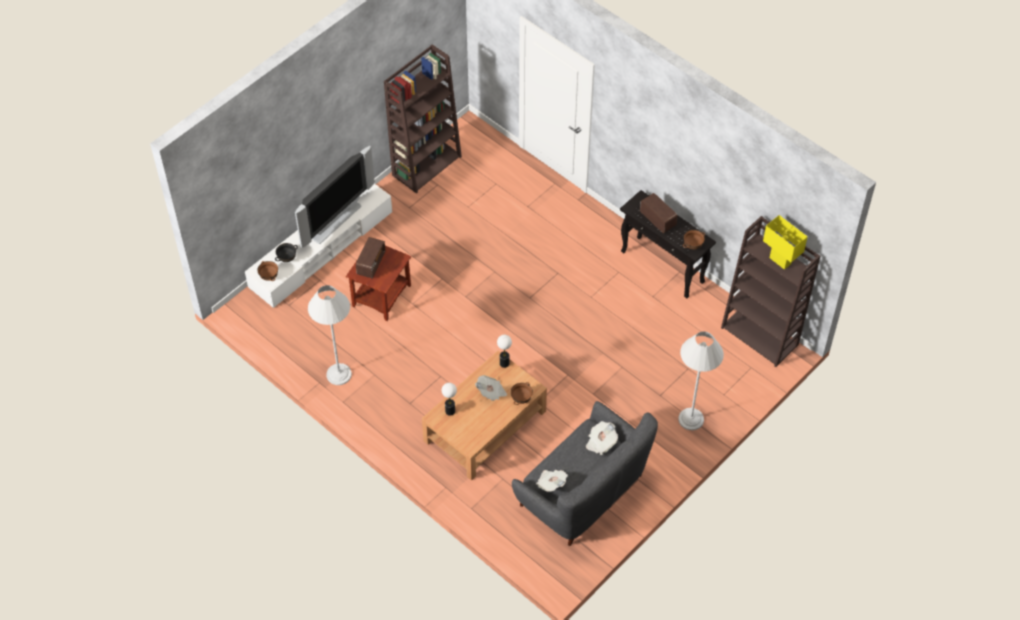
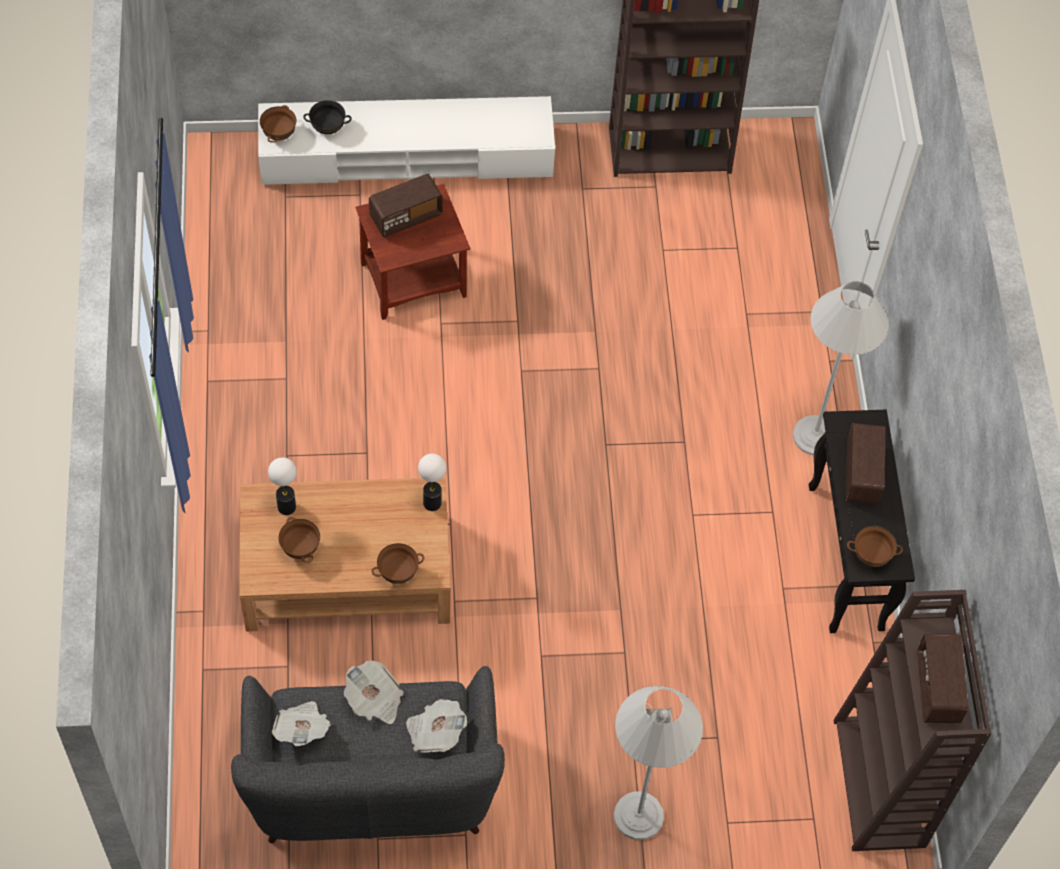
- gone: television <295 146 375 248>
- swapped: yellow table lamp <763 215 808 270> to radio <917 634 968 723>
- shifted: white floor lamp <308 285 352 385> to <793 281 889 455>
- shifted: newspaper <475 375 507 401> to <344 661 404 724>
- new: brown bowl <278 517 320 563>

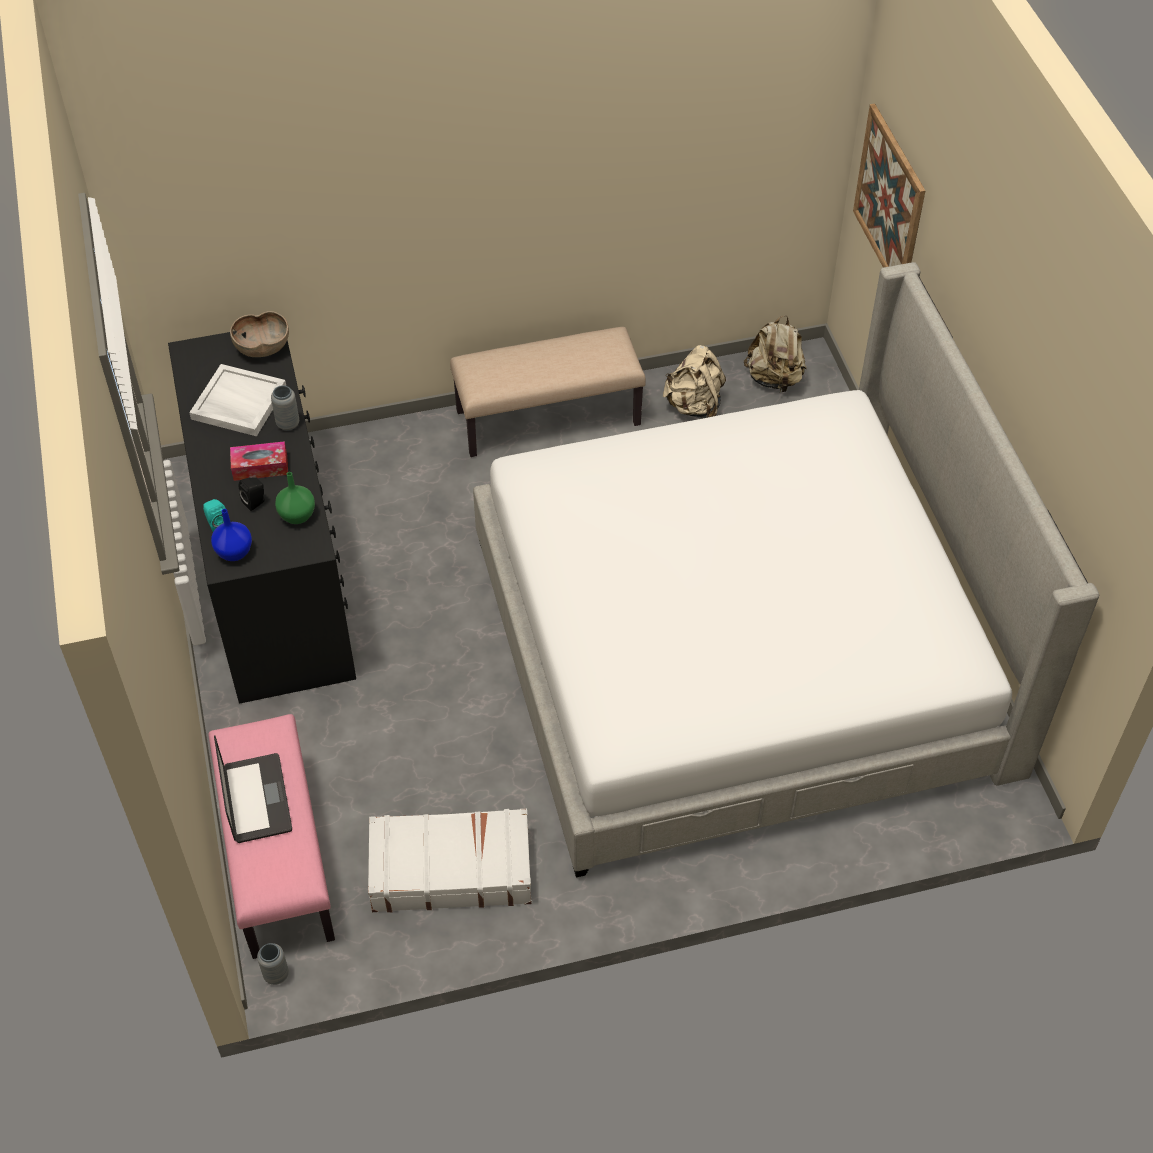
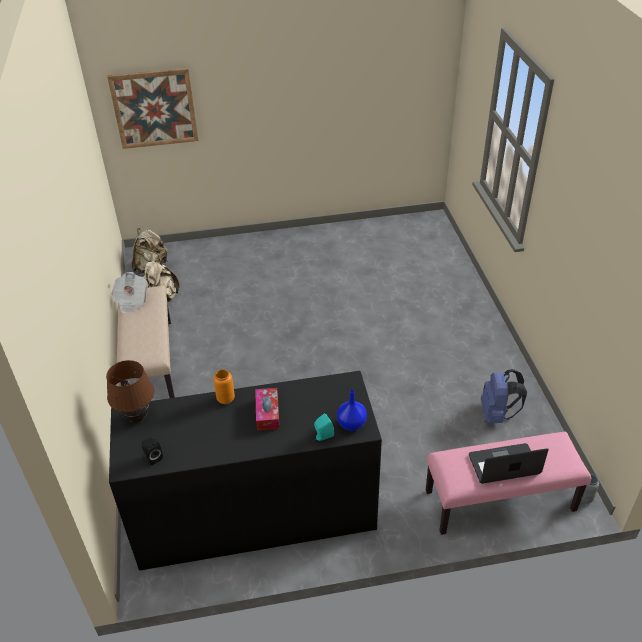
- gone: bed <473 262 1099 878>
- swapped: brown bowl <230 311 289 357> to brown table lamp <106 360 154 423>
- gone: white tray <189 364 286 436>
- repainted: grey vase <271 385 299 431> to orange vase <213 369 235 404>
- gone: green vase <275 472 315 524>
- shifted: black speaker <239 477 265 511> to <142 438 163 465>
- swapped: white suitcase <368 808 532 912> to blue backpack <481 369 527 423>
- new: newspaper <111 272 148 314>

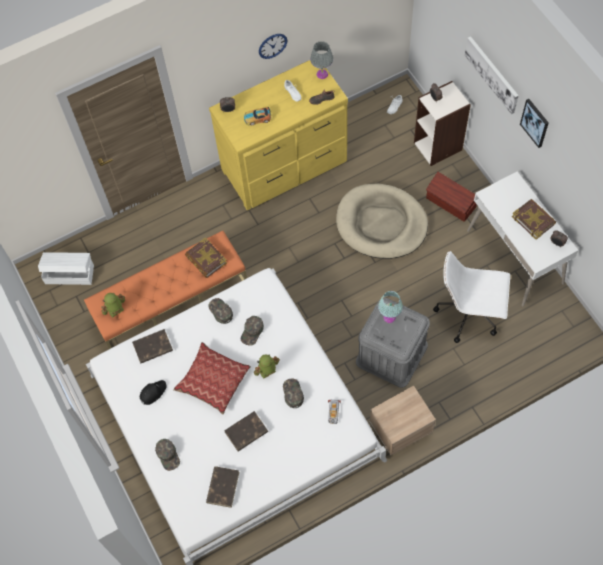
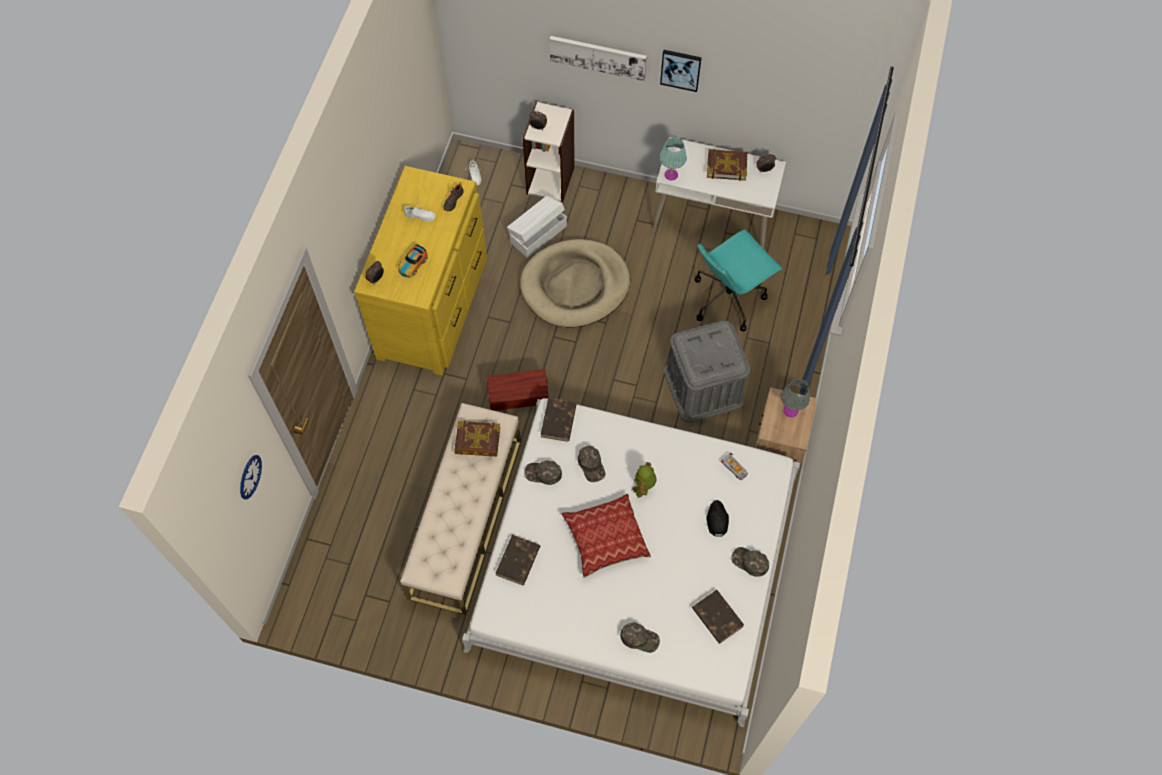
- shifted: wall clock <259 34 287 59> to <240 455 262 500>
- shifted: grey table lamp <310 41 333 79> to <781 379 810 418>
- shifted: brown storage box <426 172 477 222> to <486 369 548 411>
- repainted: orange bench <84 230 247 349> to beige bench <400 403 521 615>
- repainted: white office chair <433 251 510 343> to turquoise office chair <695 230 782 331>
- shifted: white storage box <38 252 94 285> to <507 196 567 258>
- shifted: turquoise table lamp <378 291 403 323> to <660 137 687 181>
- gone: toy robot <101 293 125 317>
- shifted: green cap <283 378 304 408> to <731 547 769 577>
- shifted: black cap <140 380 166 405> to <706 500 729 537>
- shifted: brown book <224 411 268 451> to <541 398 577 442>

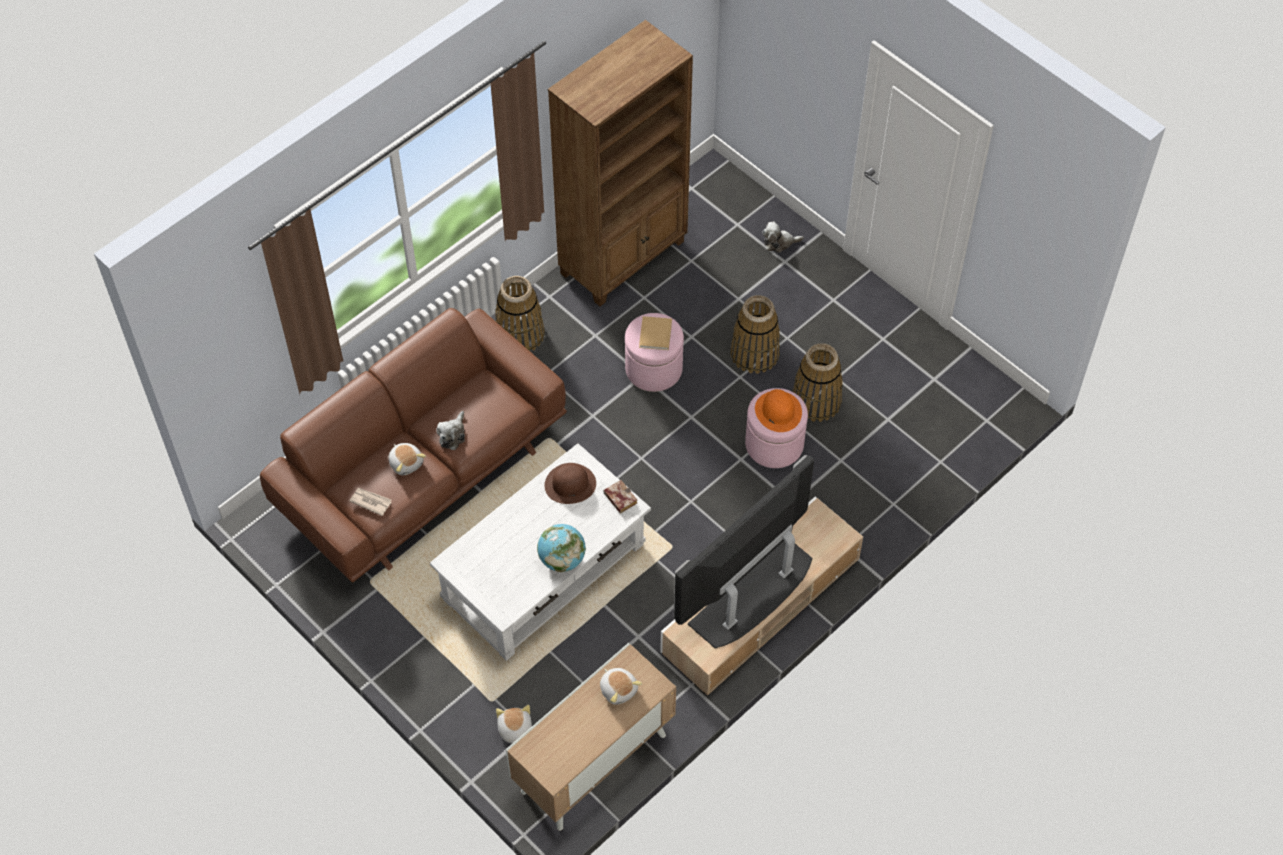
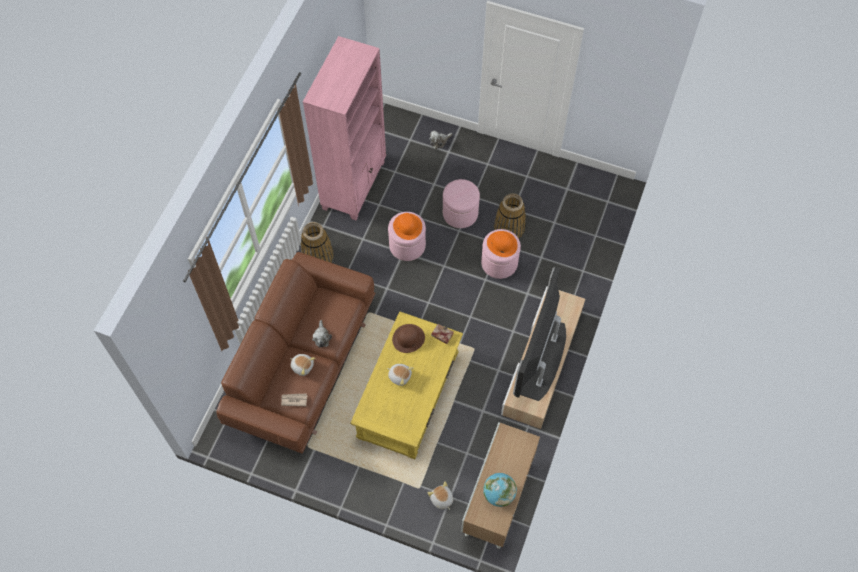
- repainted: brown bookcase <548 20 693 306> to pink bookcase <303 36 386 220>
- swapped: basket <730 295 780 374> to pink ottoman <443 179 480 228>
- swapped: beige book <639 316 672 350> to orange hat <393 213 422 240>
- repainted: white coffee table <430 443 651 661> to yellow coffee table <350 311 463 459>
- shifted: globe <537 524 586 572> to <483 473 517 507>
- shifted: plush toy <600 668 642 705> to <387 364 414 386>

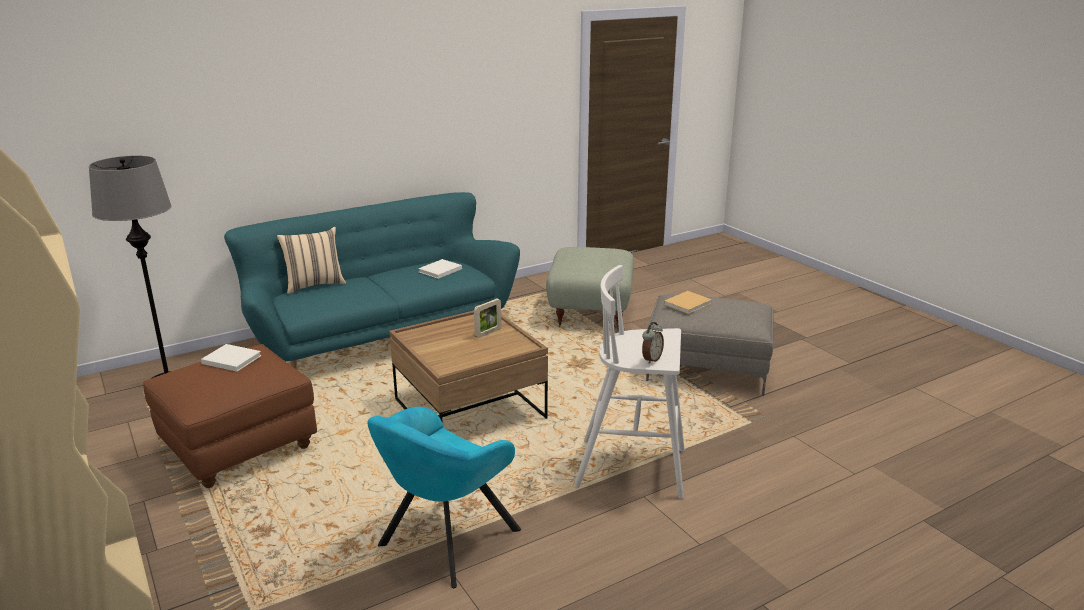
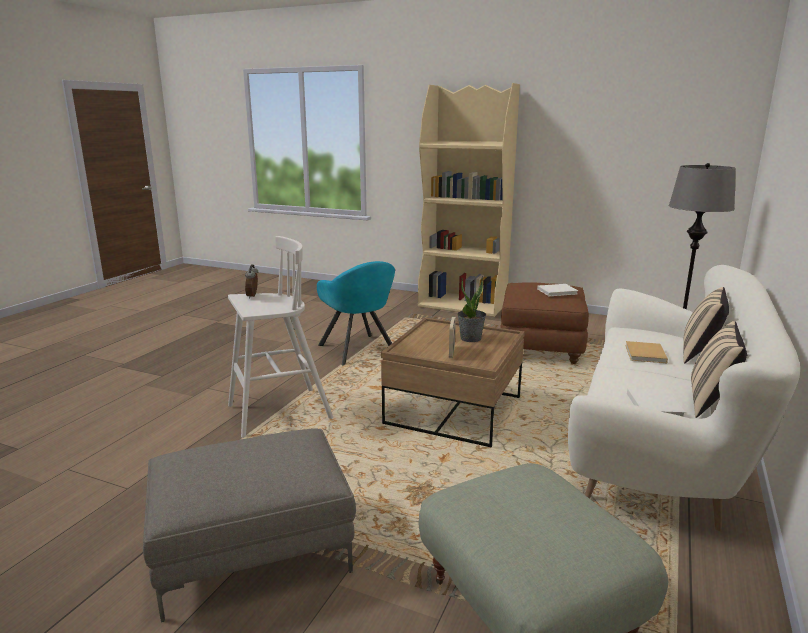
- repainted: turquoise sofa <224 192 520 369> to white sofa <568 265 800 531>
- shifted: beige book <664 291 712 314> to <625 341 668 363>
- rotated: turquoise armchair <367 407 521 588> = <317 261 395 365> 150 degrees clockwise
- new: potted plant <457 276 486 342>
- new: beige pillow <691 321 747 418>

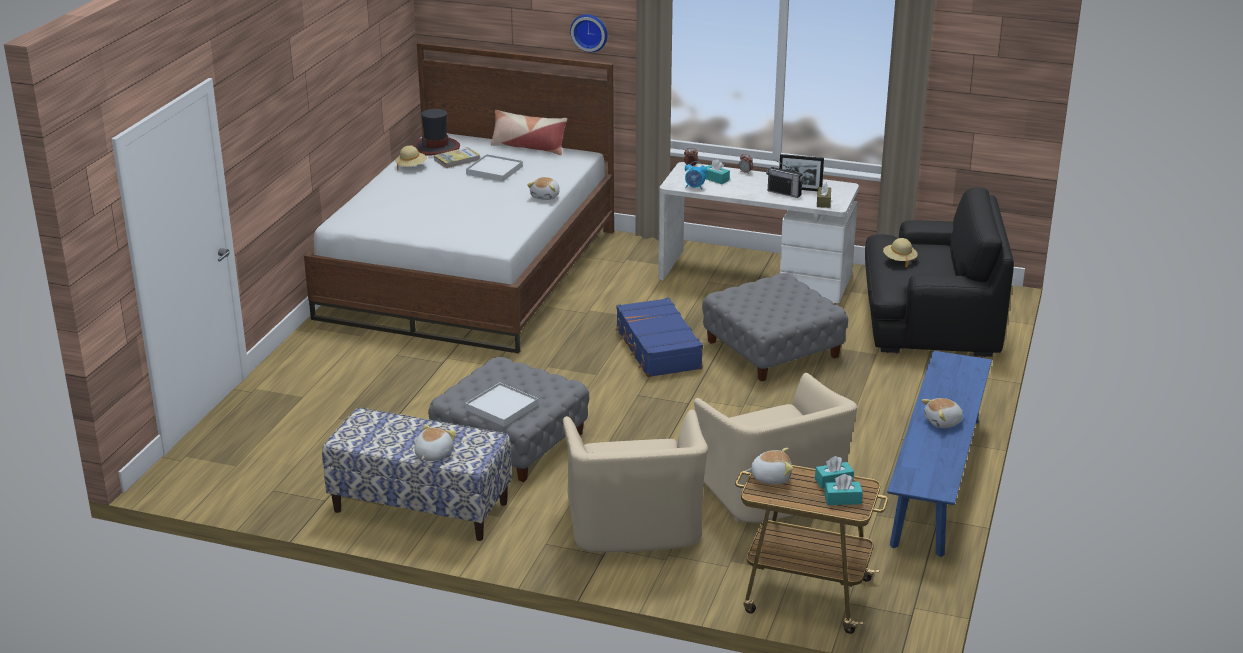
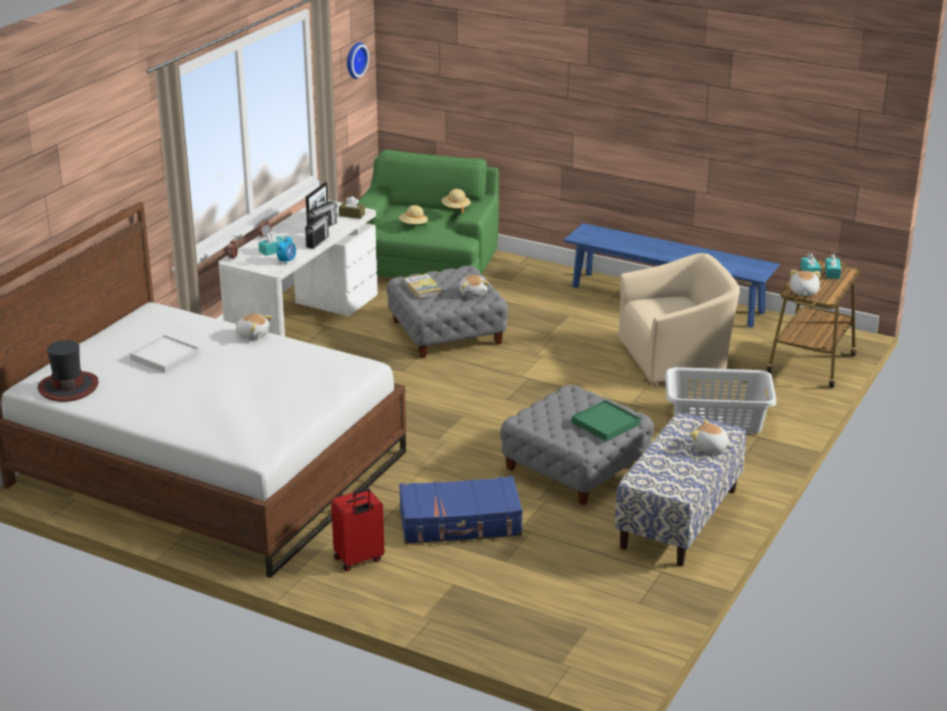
- shifted: wall clock <570 14 607 52> to <347 42 369 79>
- gone: pillow <491 110 567 155>
- shifted: beige hat <395 146 427 170> to <441 189 471 213>
- shifted: book <434 147 480 168> to <404 274 442 298>
- repainted: black armchair <865 187 1014 357> to green armchair <357 150 499 278>
- shifted: blue suitcase <615 298 703 377> to <399 476 522 544>
- repainted: white tray <465 383 539 427> to green tray <572 400 641 441>
- shifted: plush toy <921 398 964 428> to <459 275 489 297>
- swapped: beige armchair <563 410 708 552> to grey laundry basket <665 367 777 434>
- new: radio <305 214 329 249>
- new: red suitcase <331 488 384 571>

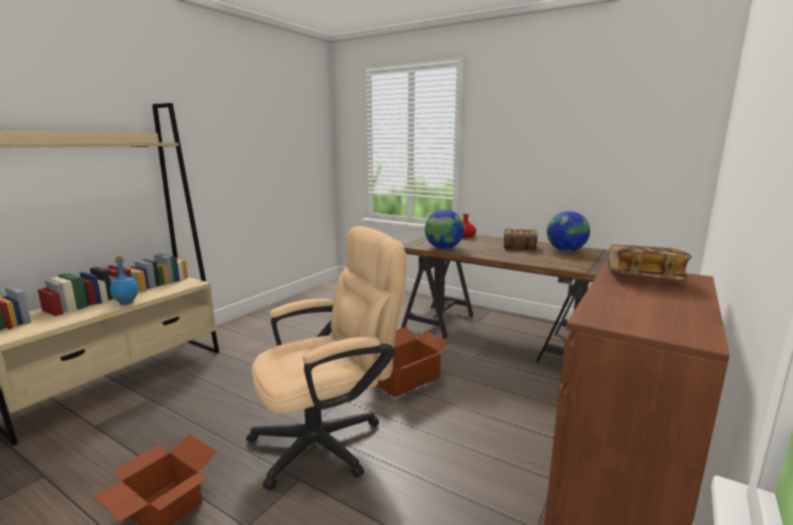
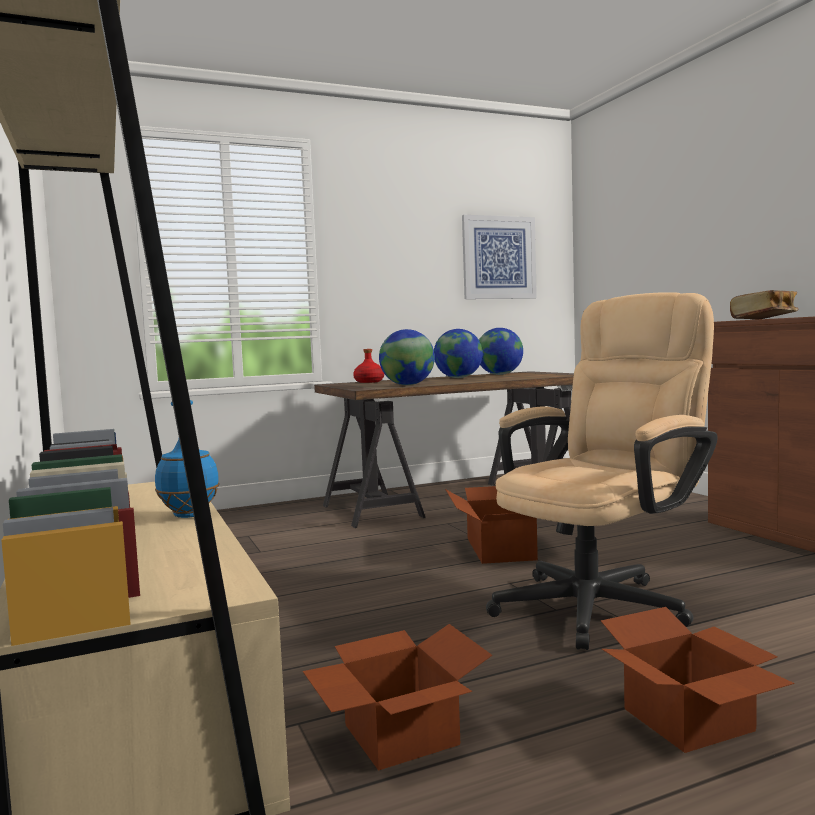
- rotated: beige office chair <246 226 407 490> = <486 292 718 650> 45 degrees clockwise
- swapped: book <504 229 538 250> to globe <434 329 483 378>
- new: picture <462 215 537 299>
- new: cardboard box <303 624 492 771>

